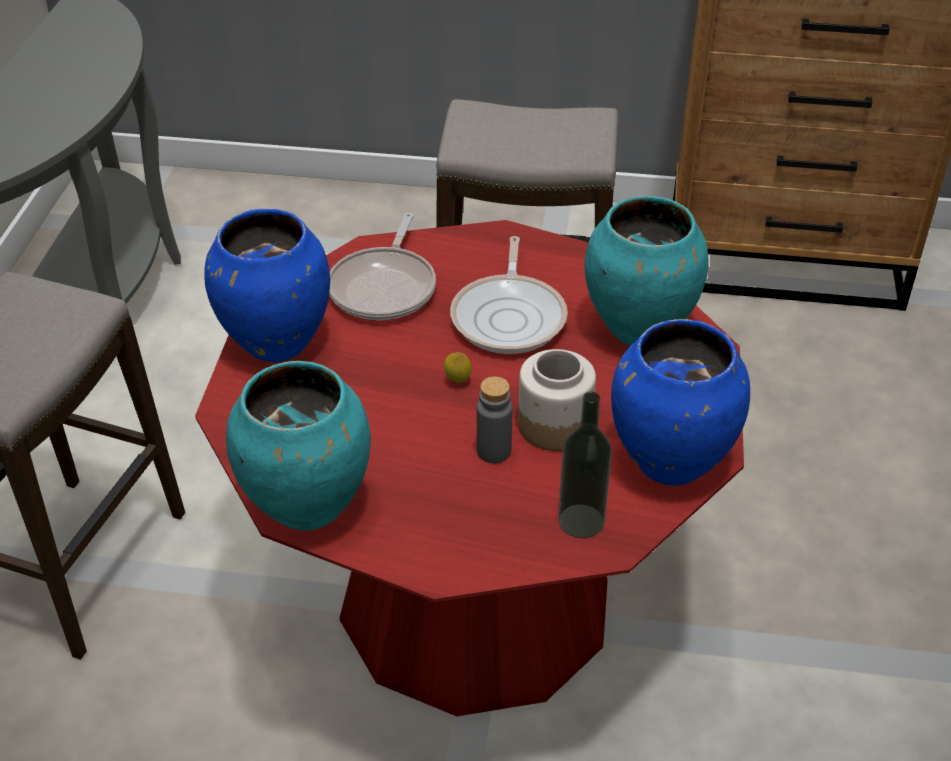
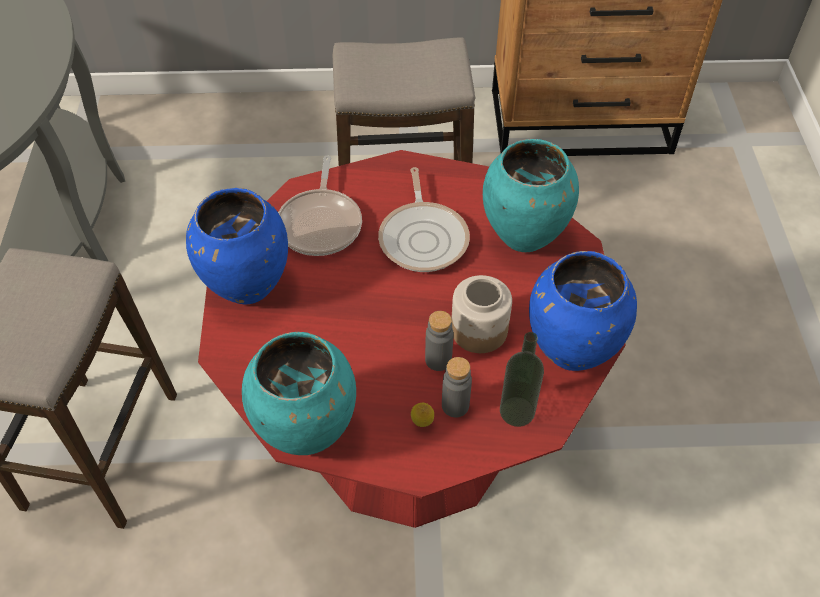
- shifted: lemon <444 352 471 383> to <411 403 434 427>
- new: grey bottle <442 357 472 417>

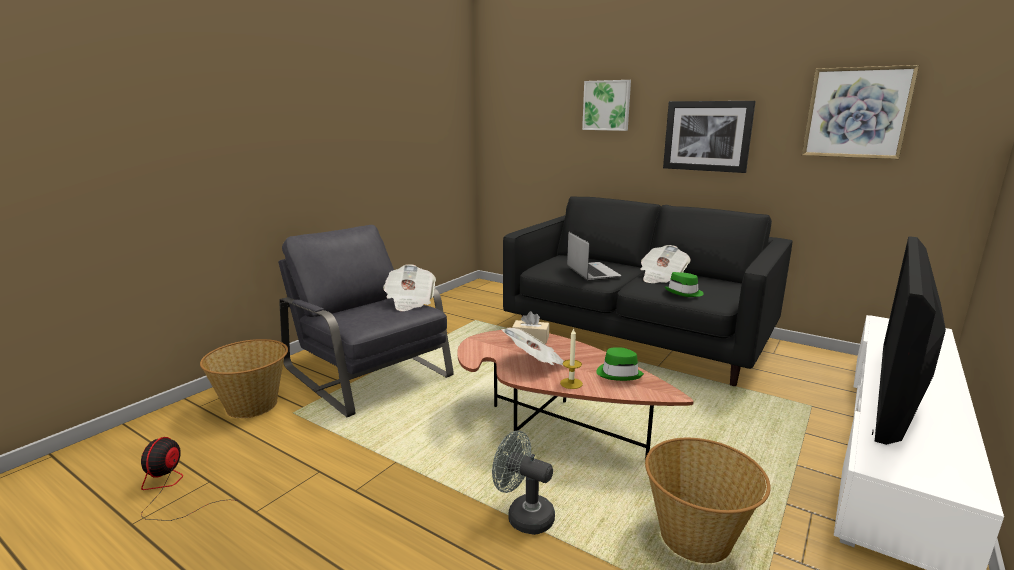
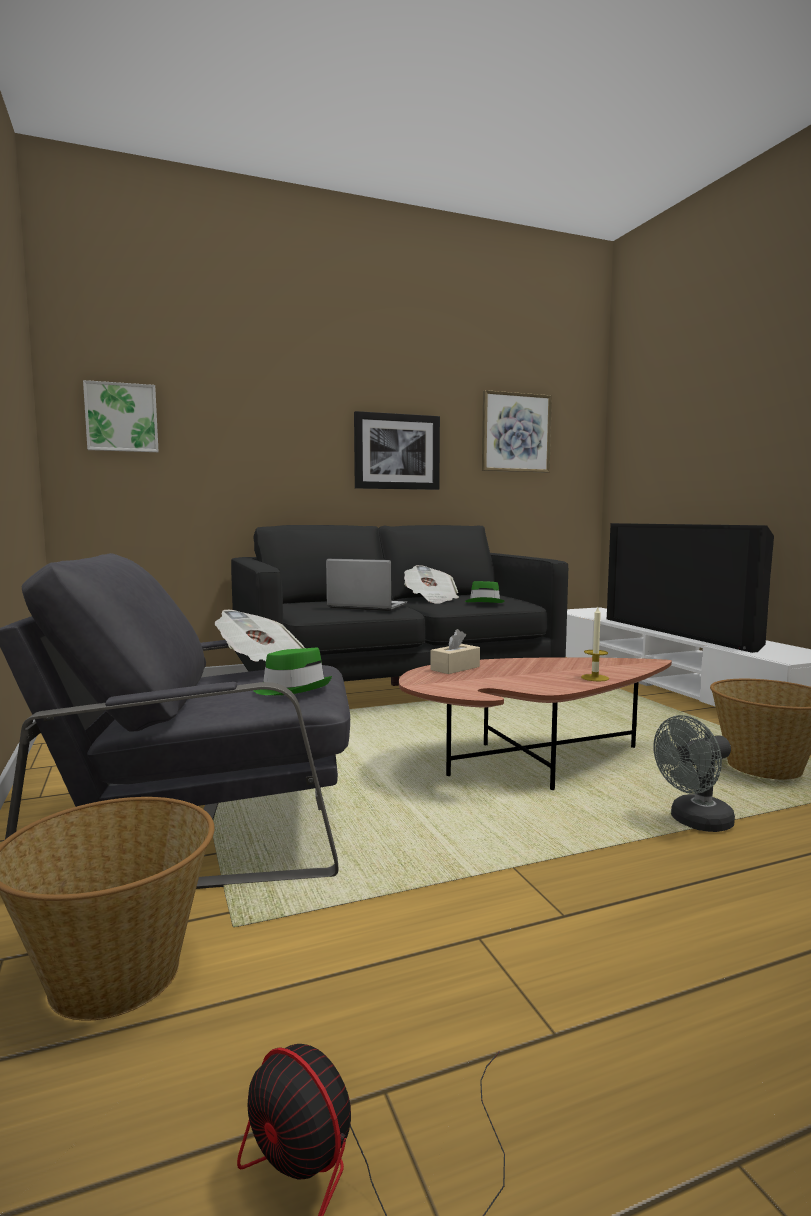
- shifted: picture <582 80 631 131> to <83 380 159 452>
- gone: newspaper <501 328 564 365>
- shifted: green hat <596 347 644 381> to <253 648 332 695>

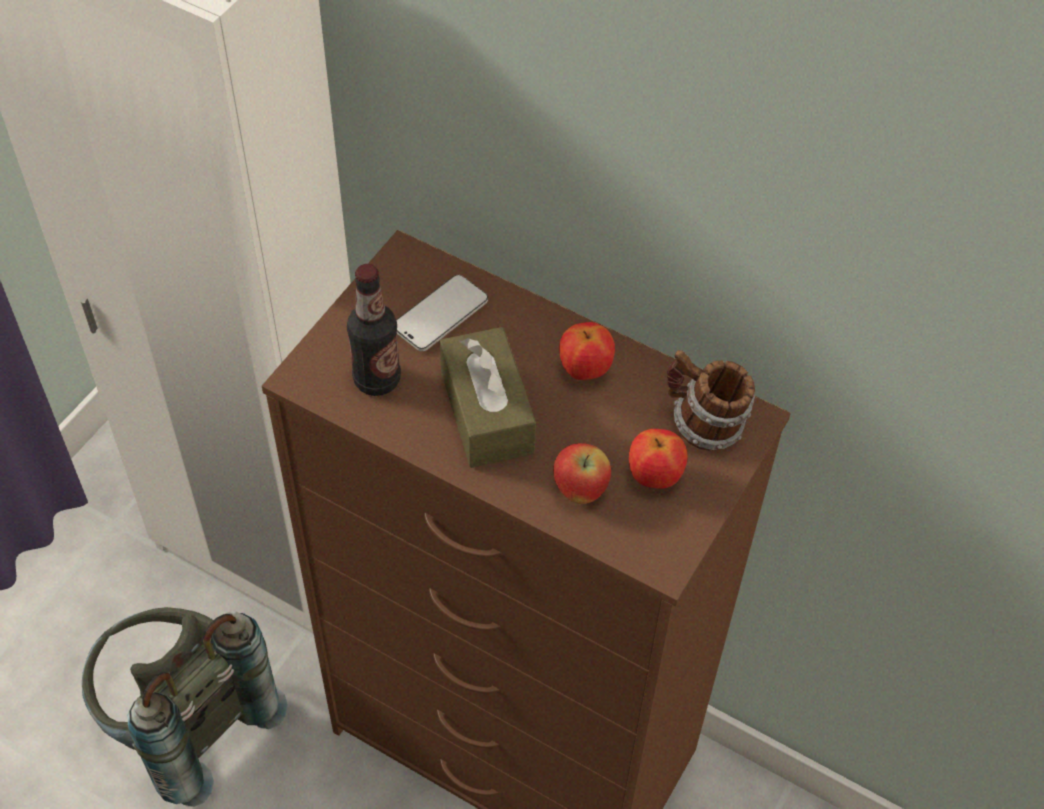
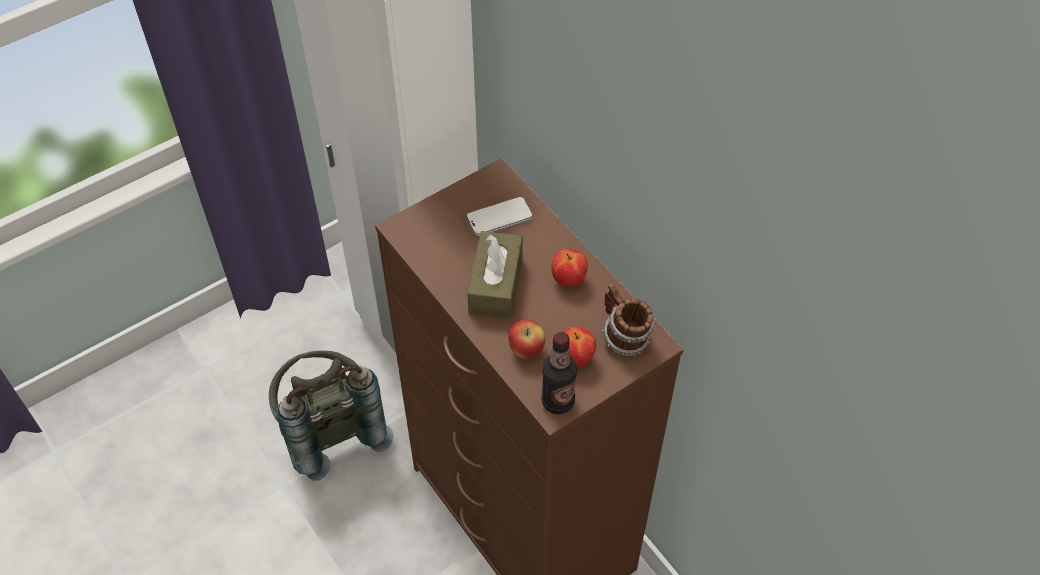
- shifted: bottle <347 264 401 396> to <541 332 577 414>

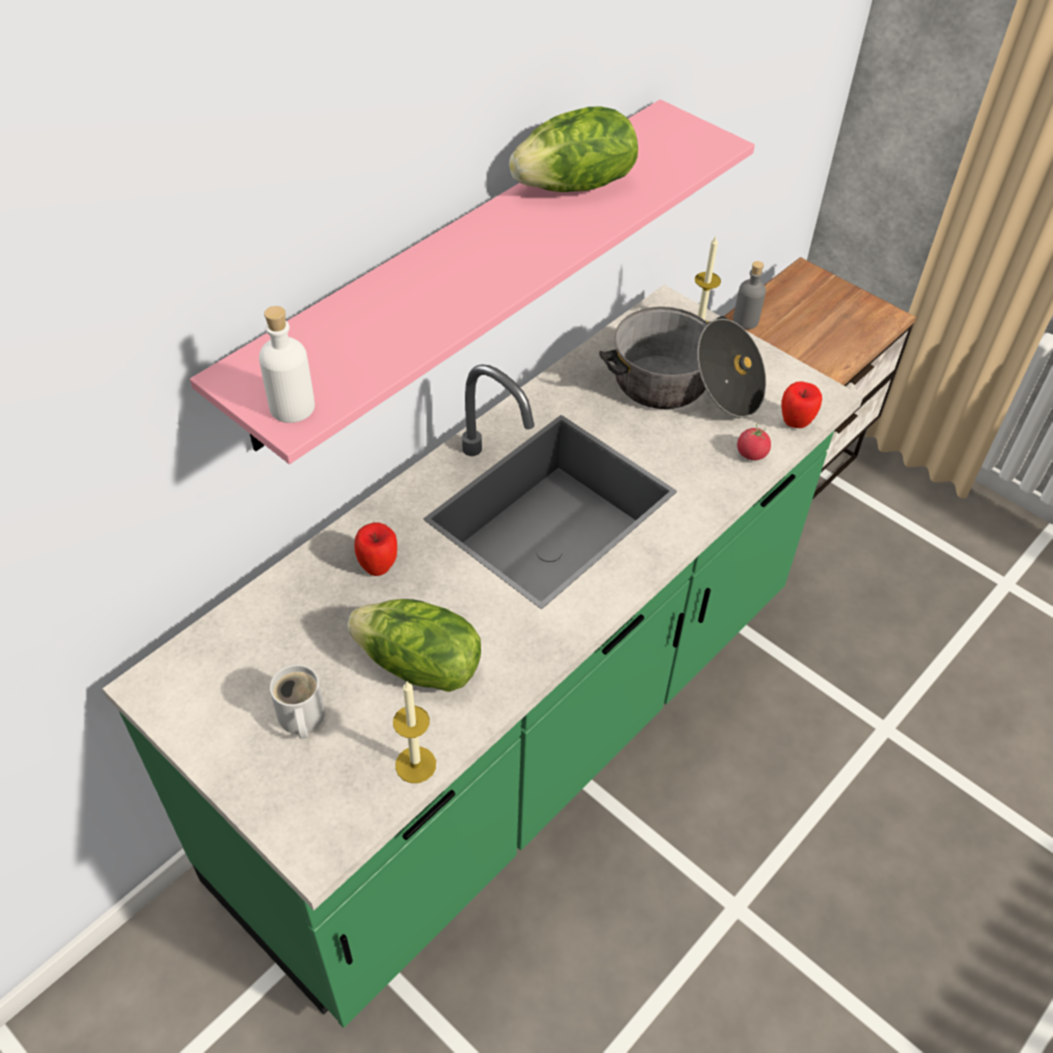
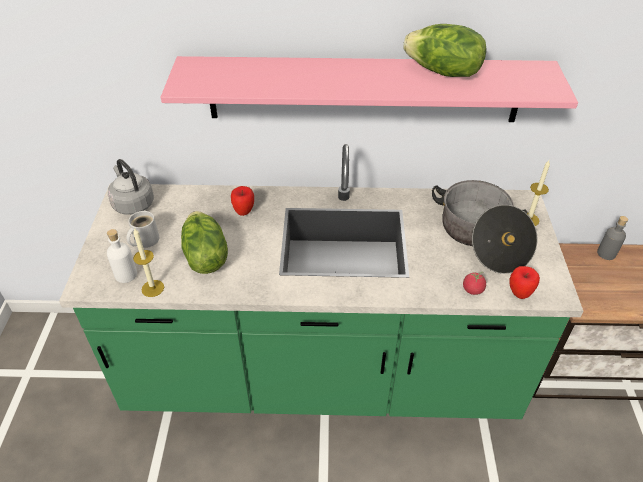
- shifted: white bottle <259 306 315 423> to <107 229 137 283>
- new: grey kettle <108 159 154 215>

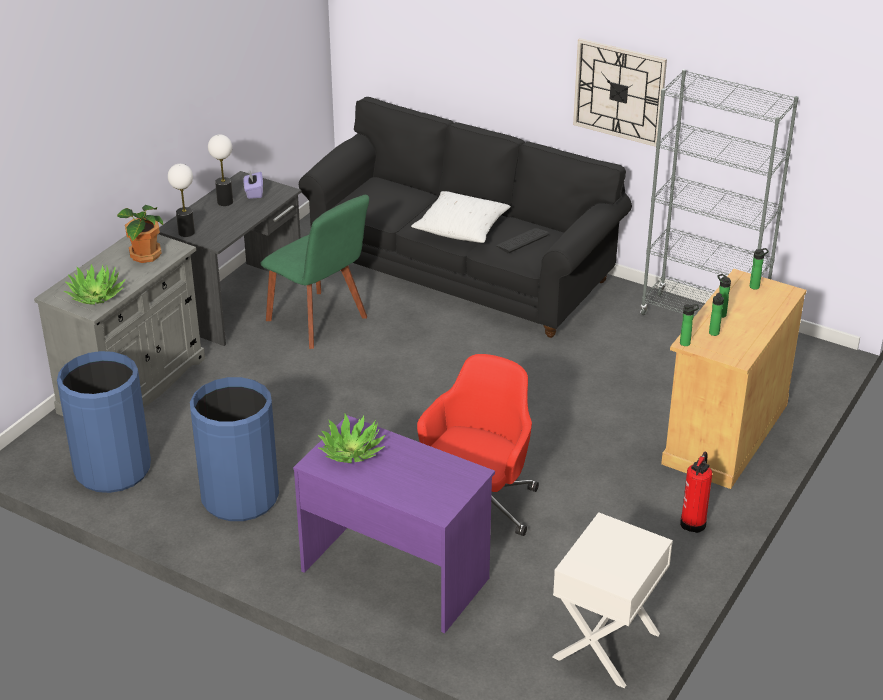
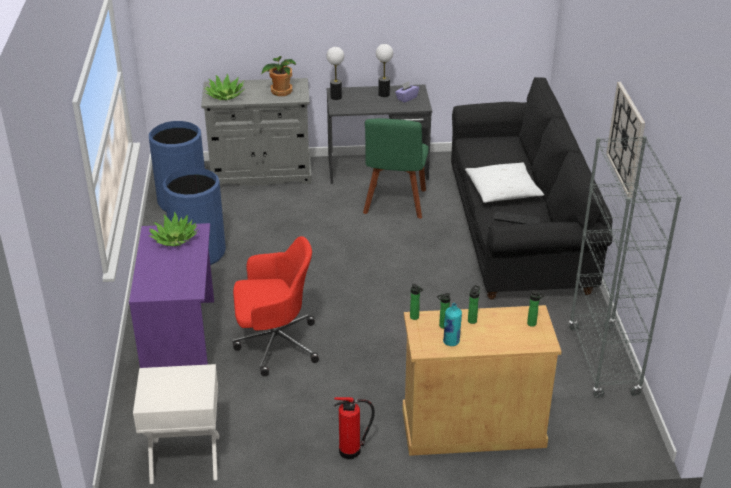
- new: turquoise bottle <443 303 462 346>

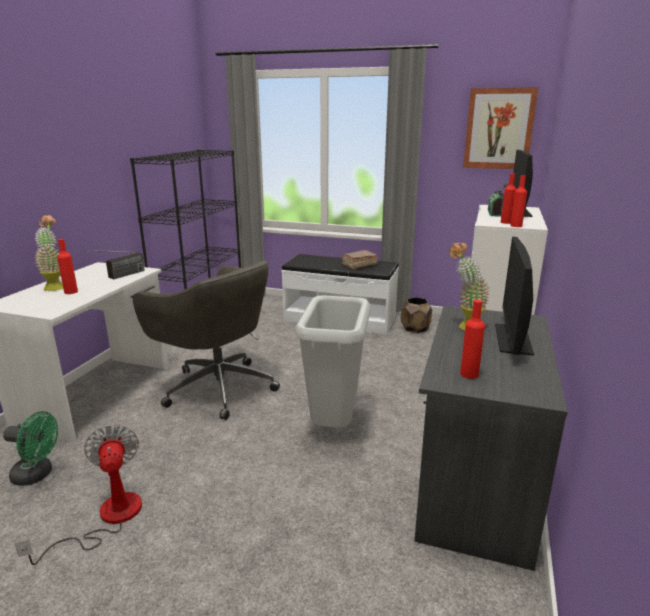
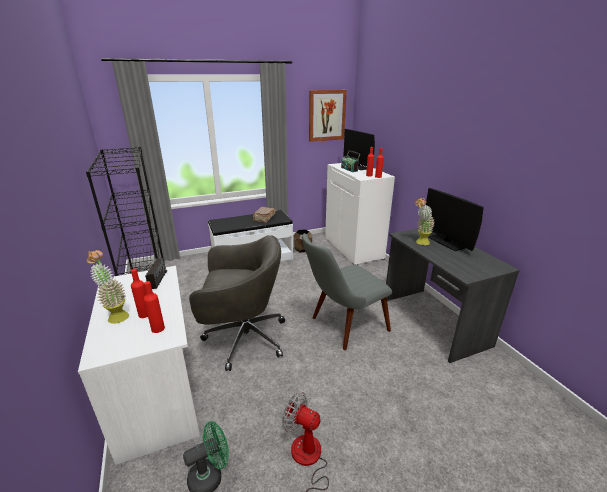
- swapped: grey trash can <295 295 371 428> to grey chair <302 233 392 350>
- shifted: red bottle <460 300 485 379> to <144 281 165 333>

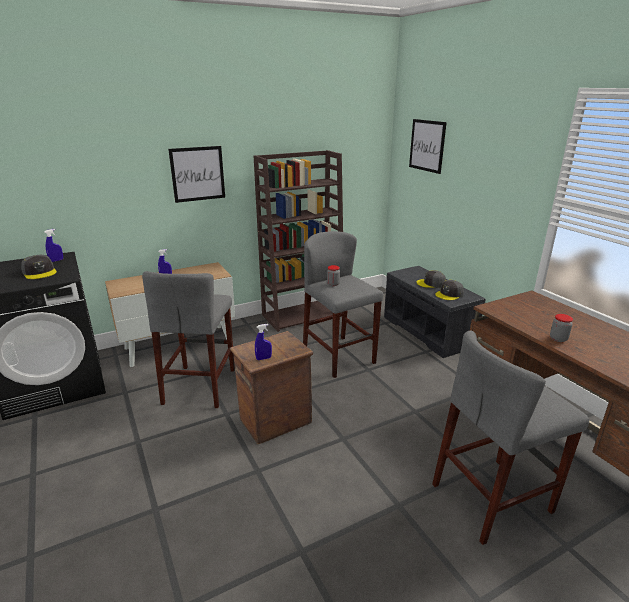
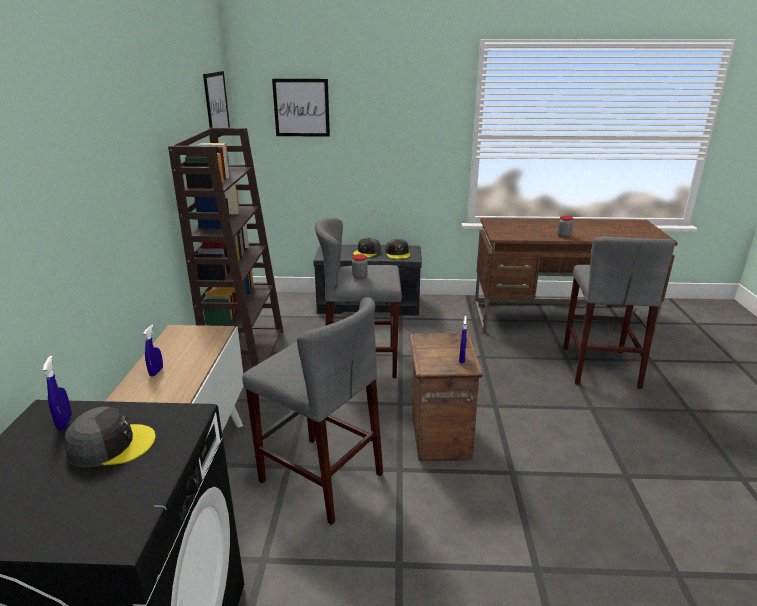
- shifted: picture <168 146 225 203> to <203 71 230 138>

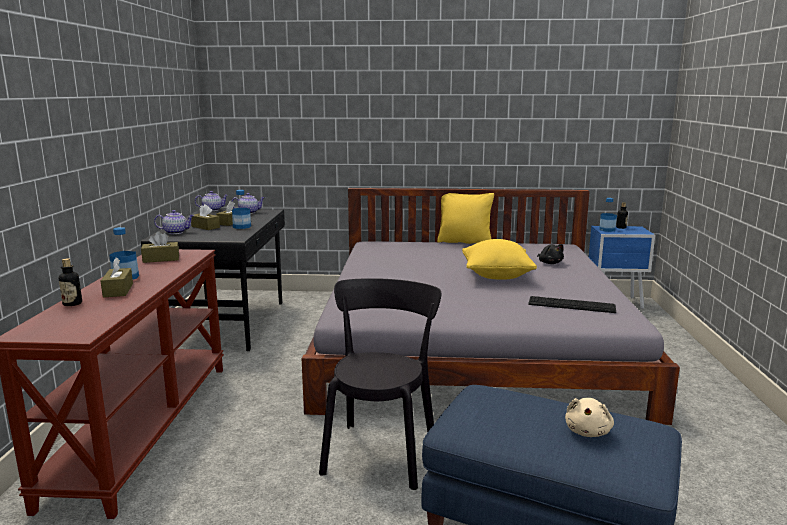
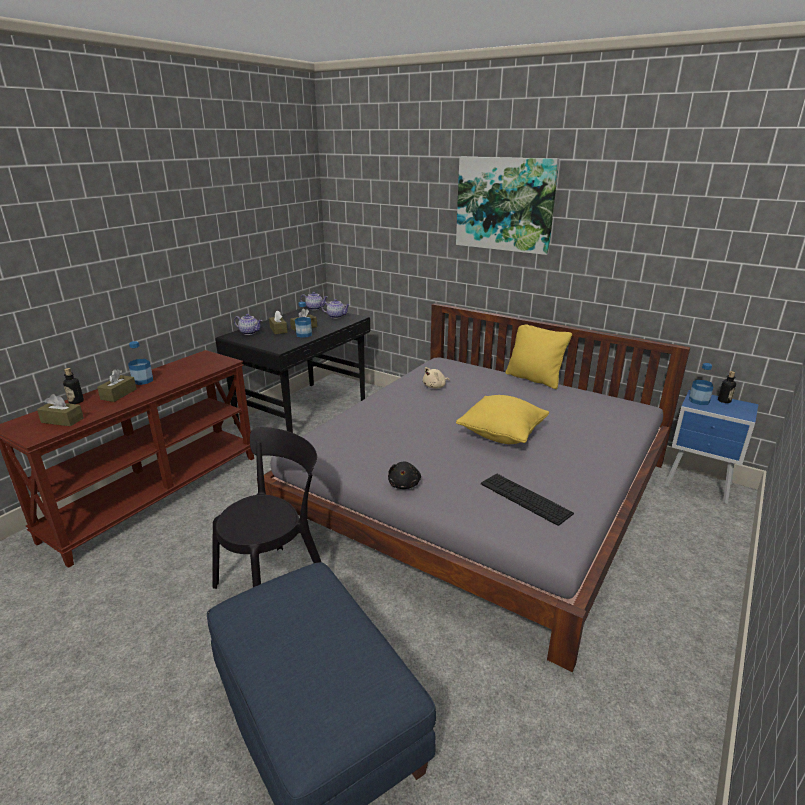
- shifted: brown tissue box <141 231 179 263> to <37 394 84 426>
- shifted: black plush toy <537 244 564 264> to <388 461 421 489>
- shifted: beige plush toy <565 398 614 437> to <423 367 449 389>
- new: picture <456 157 559 255>

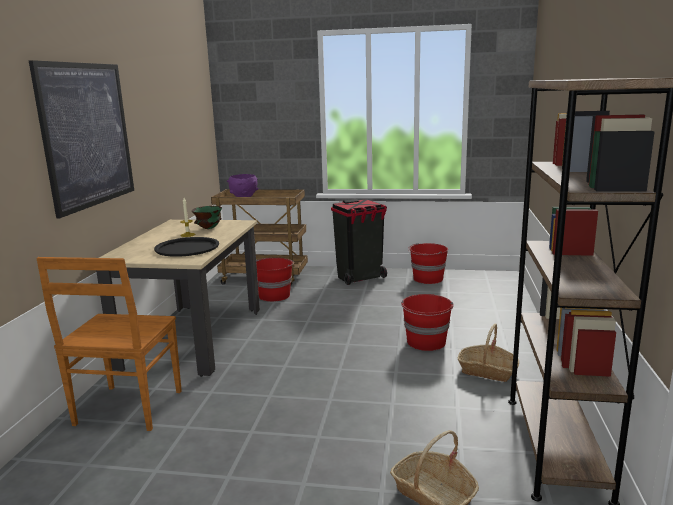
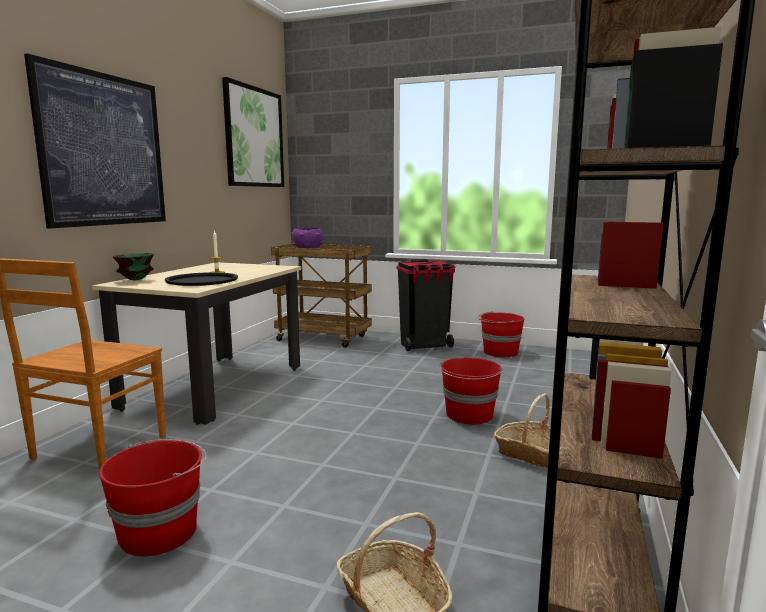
- shifted: green bowl <192 206 222 229> to <113 253 154 281>
- shifted: red bucket <256 258 294 302> to <99 439 207 556>
- new: picture <222 77 284 187>

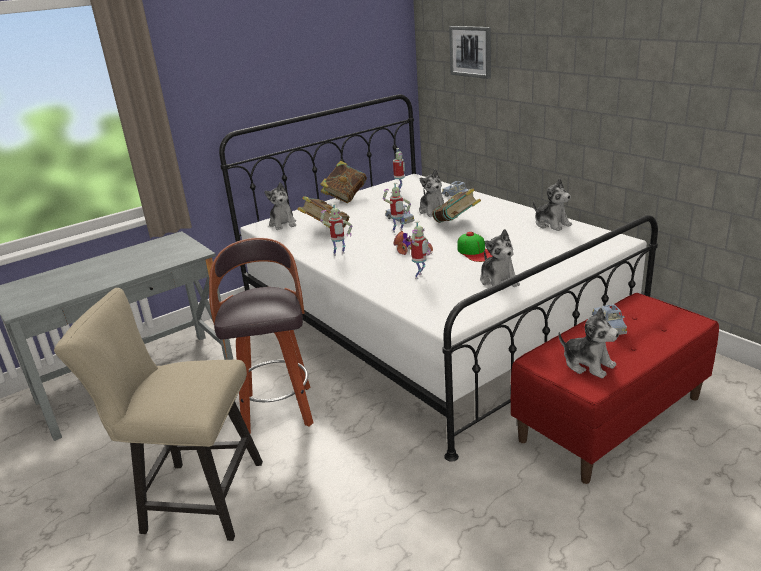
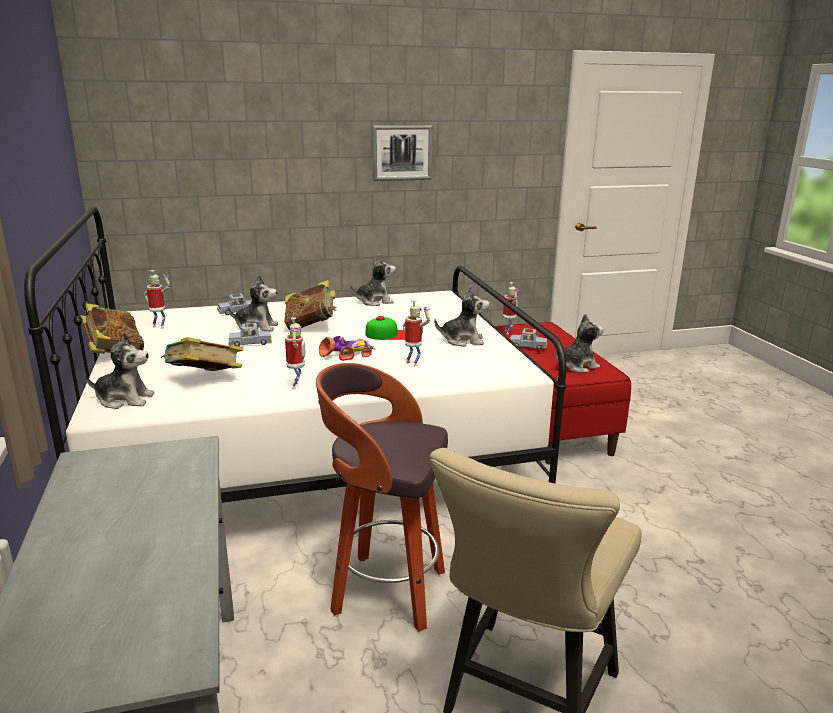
- shifted: picture <449 26 491 79> to <372 125 433 181>
- shifted: toy robot <383 183 411 233> to <503 282 519 334>

